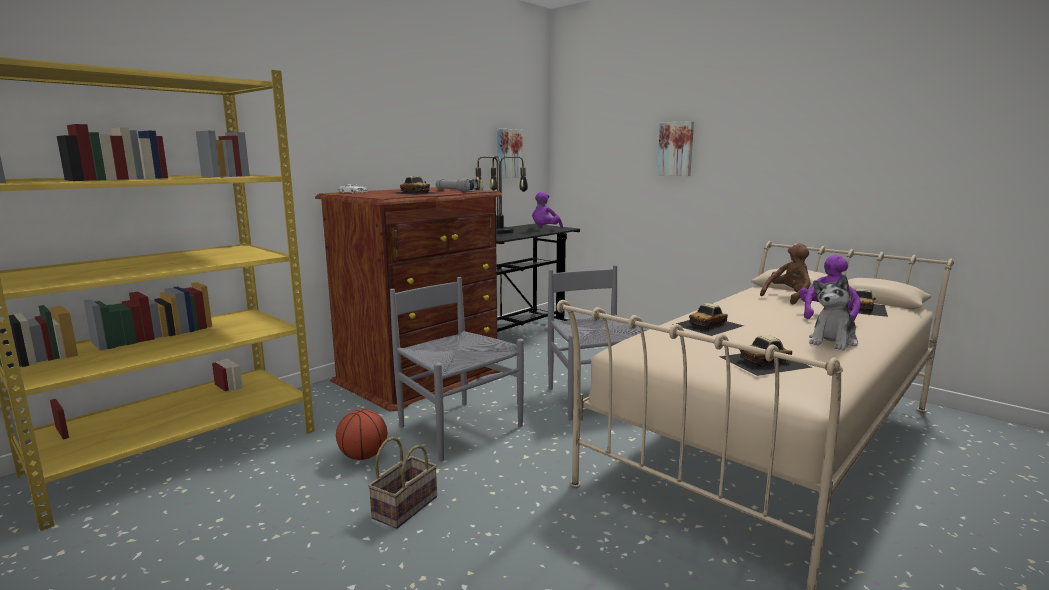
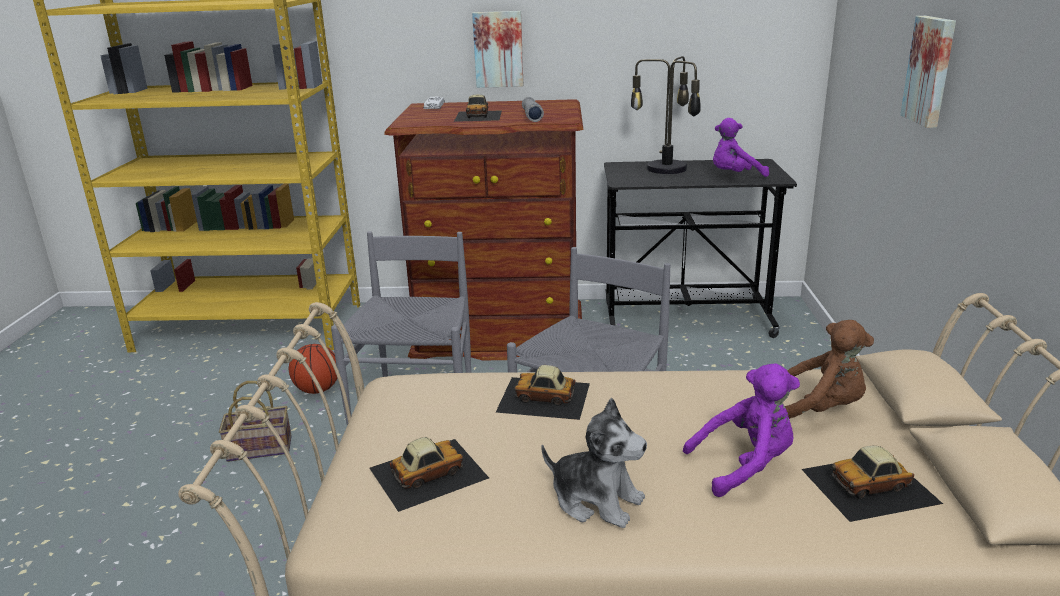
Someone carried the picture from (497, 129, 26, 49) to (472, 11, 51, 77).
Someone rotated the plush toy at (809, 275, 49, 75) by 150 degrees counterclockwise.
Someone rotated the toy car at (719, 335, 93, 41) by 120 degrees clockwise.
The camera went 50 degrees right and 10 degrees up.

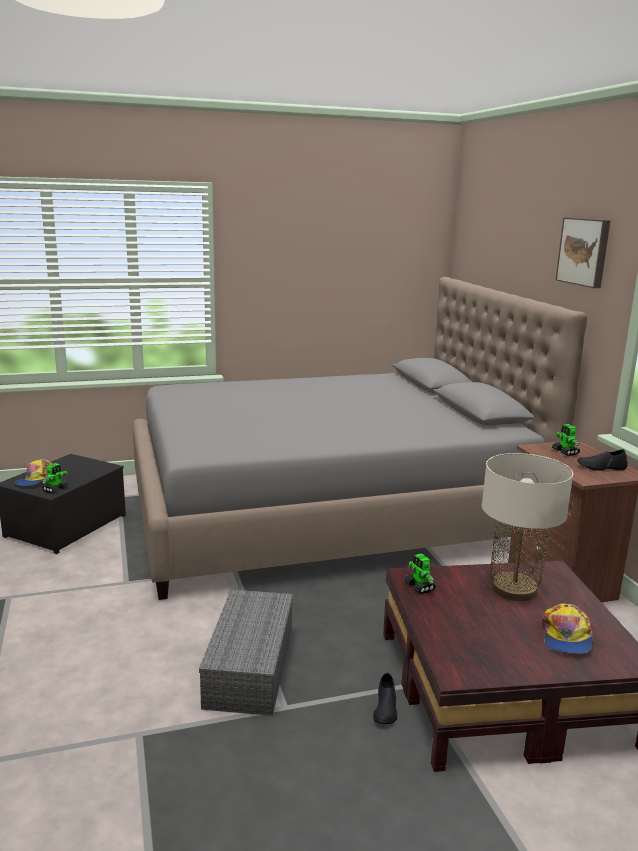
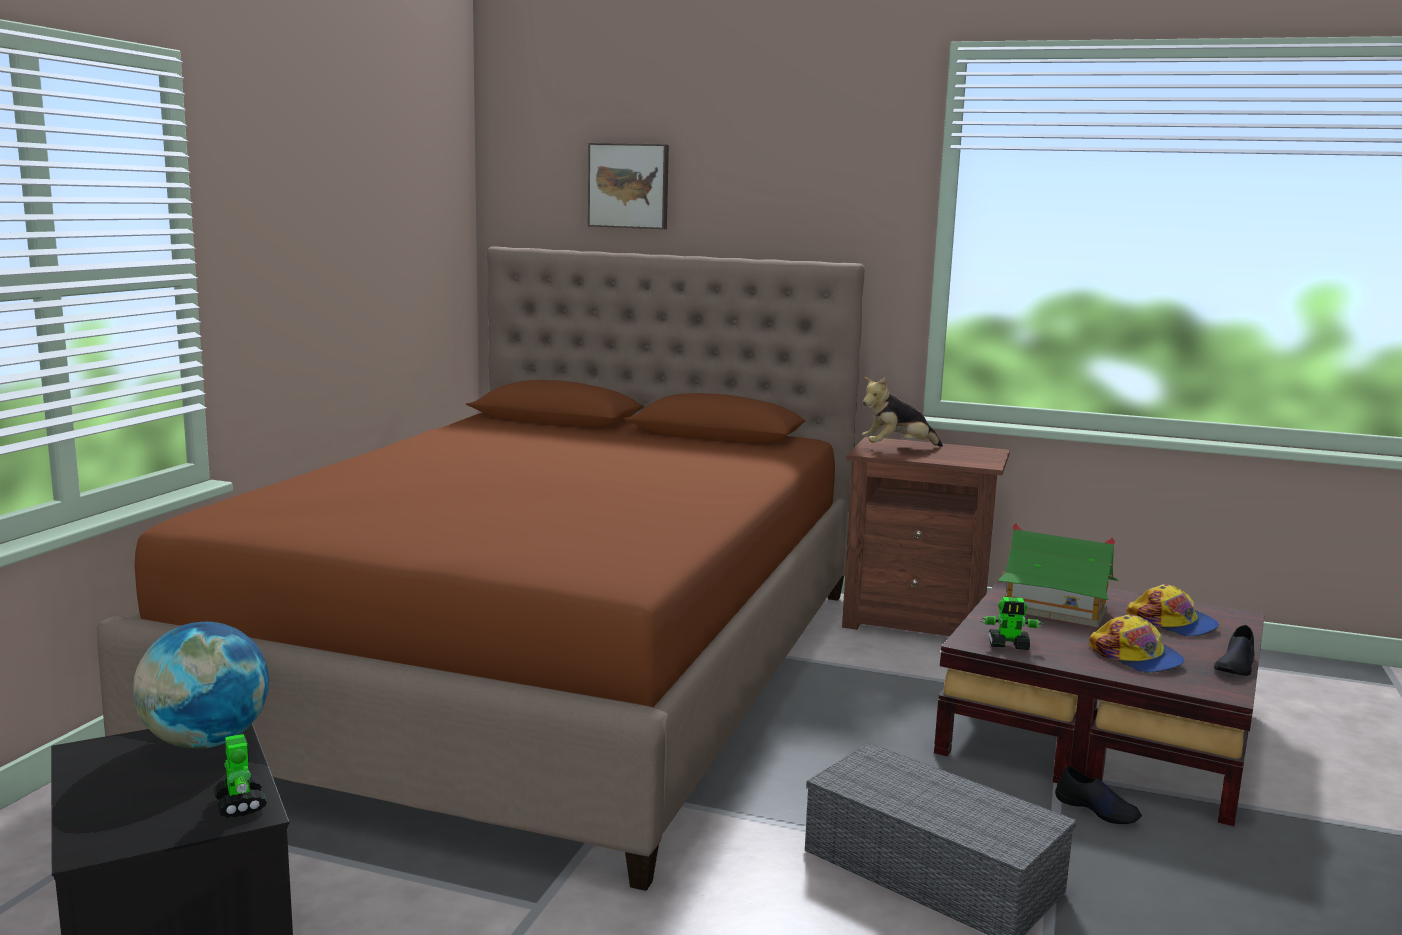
Someone carried the picture from (556, 217, 54, 71) to (588, 143, 81, 86).
Someone repainted the grey bed at (133, 277, 454, 323), which became the brown bed at (96, 246, 769, 645).
Someone swapped the toy robot at (552, 424, 28, 32) for the plush toy at (862, 377, 81, 70).
Someone carried the black shoe from (577, 449, 51, 22) to (1214, 625, 41, 51).
Someone swapped the table lamp at (482, 453, 91, 148) for the toy house at (998, 523, 120, 104).
Someone carried the cap from (14, 459, 38, 27) to (1089, 614, 96, 59).
Someone put down the globe at (133, 622, 136, 127).
The camera went 55 degrees left and 5 degrees down.

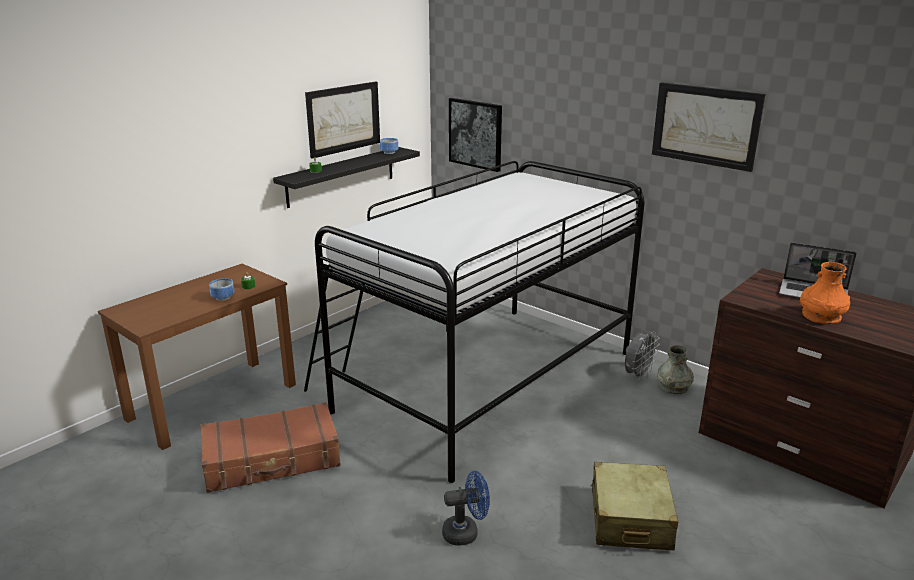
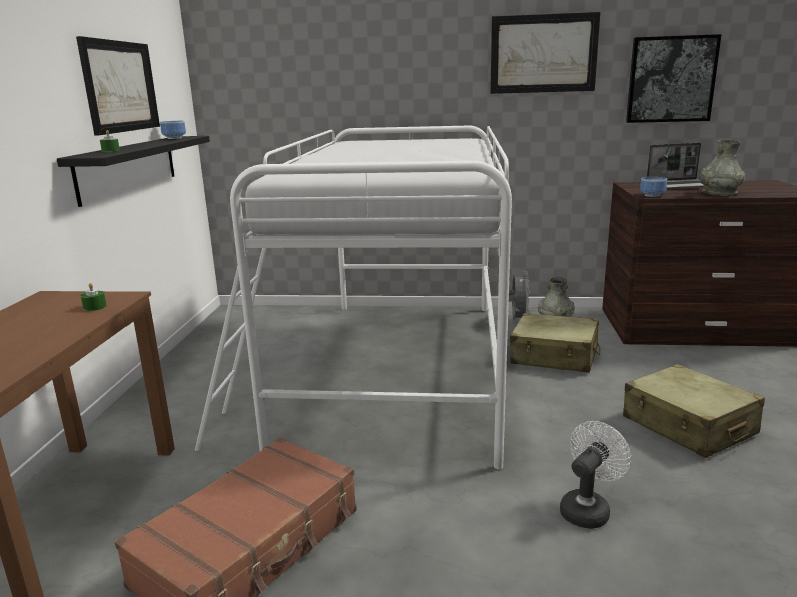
Someone carried the picture from (449, 98, 53, 74) to (626, 34, 96, 89).
Someone repainted the black bed at (304, 161, 340, 322), which became the white bed at (195, 126, 317, 343).
Someone repainted the orange vase at (800, 262, 50, 62), which became the grey vase at (699, 140, 46, 56).
Someone carried the bowl from (209, 278, 26, 23) to (640, 177, 27, 20).
Someone repainted the blue fan at (442, 471, 48, 75), which became the white fan at (560, 421, 71, 108).
Someone put down the beige suitcase at (510, 313, 90, 60).
The camera went 35 degrees left and 5 degrees down.

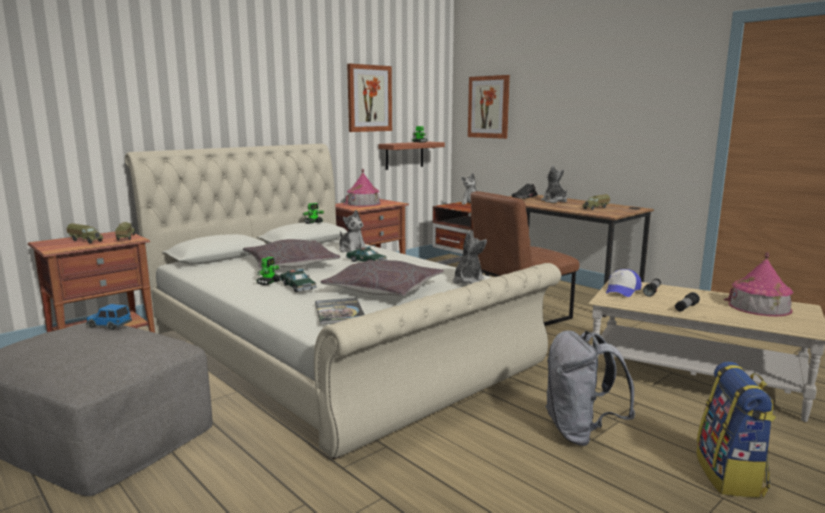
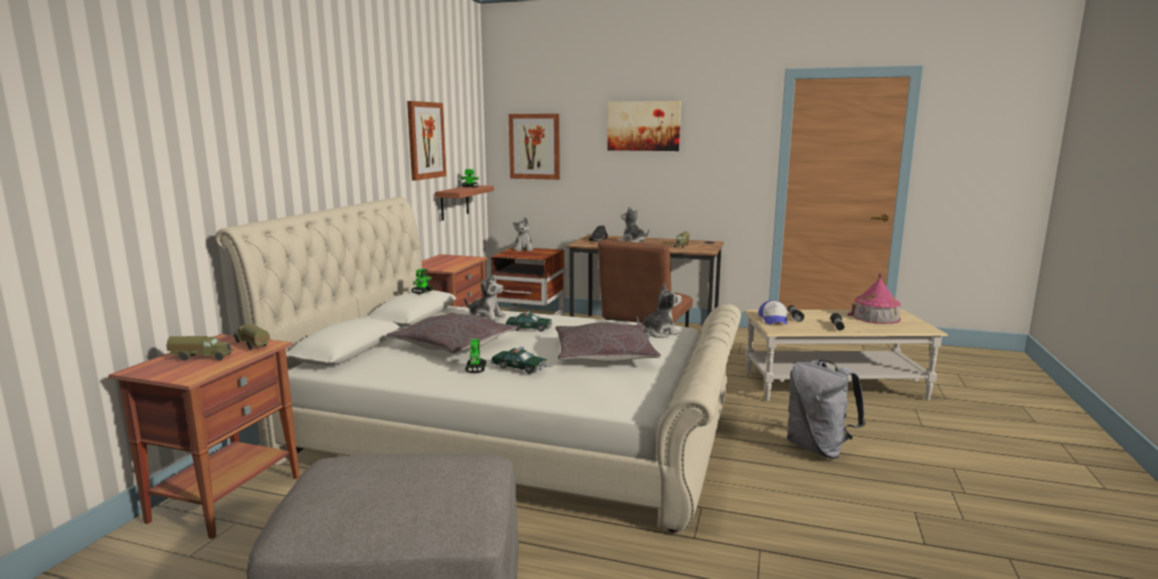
Someone took away the toy house at (343, 169, 38, 37).
Someone rotated the plush toy at (452, 231, 35, 53) by 75 degrees clockwise.
Someone took away the book at (315, 298, 50, 26).
Someone took away the toy car at (86, 304, 46, 26).
Someone took away the backpack at (696, 362, 80, 136).
Someone put up the picture at (607, 101, 74, 50).
The camera went 30 degrees left and 0 degrees up.

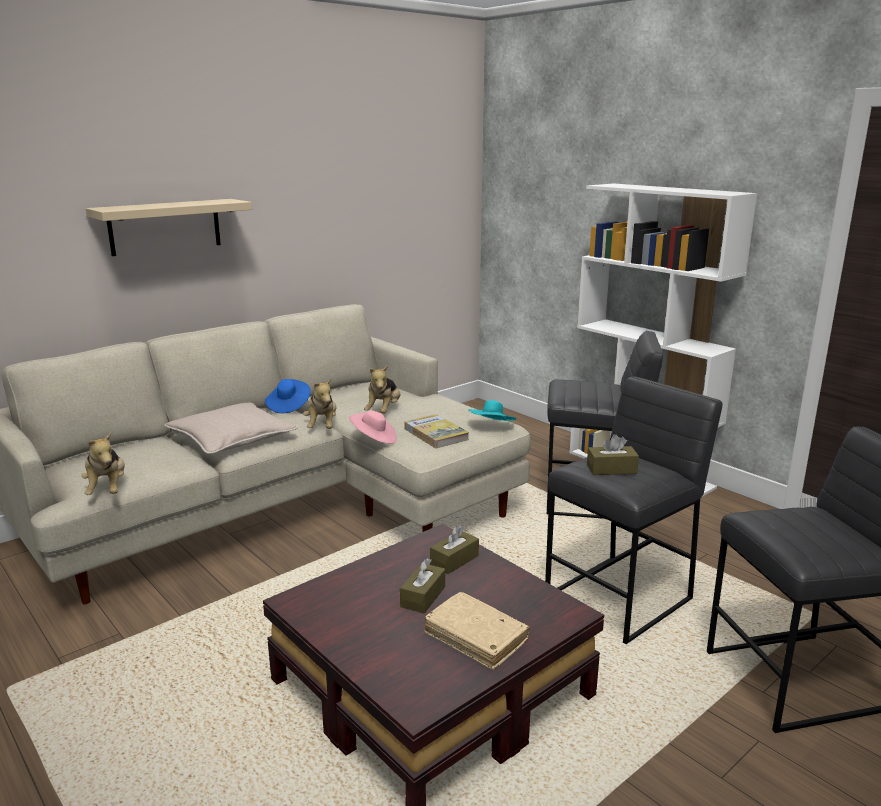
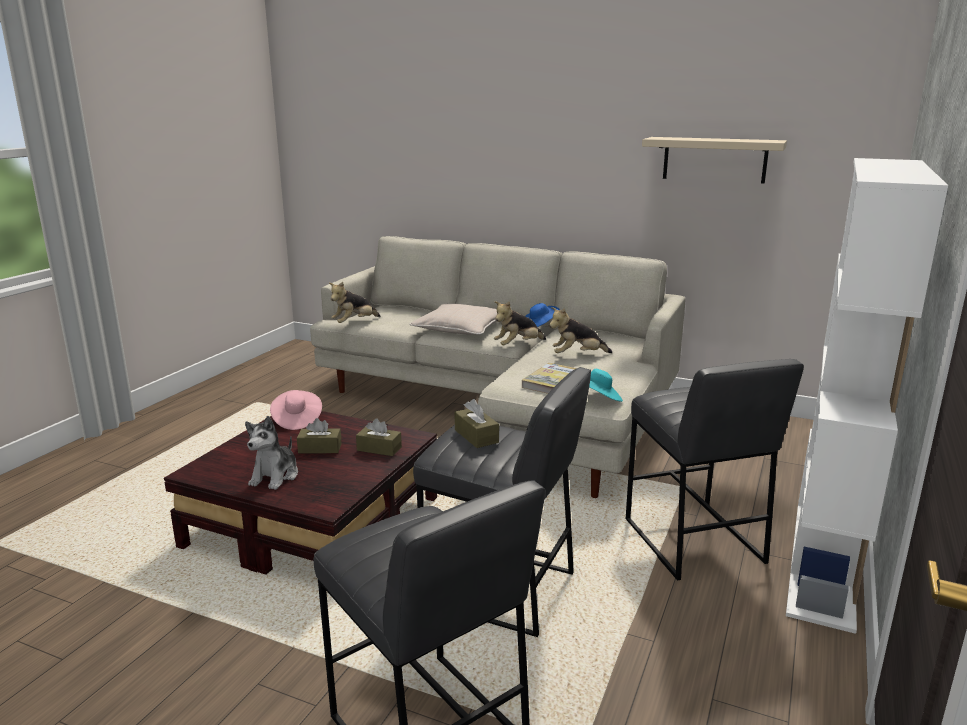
Someone carried the beige shelf from (86, 199, 166, 57) to (642, 137, 145, 47).
Someone carried the pink hat from (349, 410, 48, 34) to (270, 390, 52, 40).
Someone swapped the beige book at (424, 592, 106, 78) for the plush toy at (245, 416, 53, 74).
The camera went 65 degrees right and 0 degrees up.

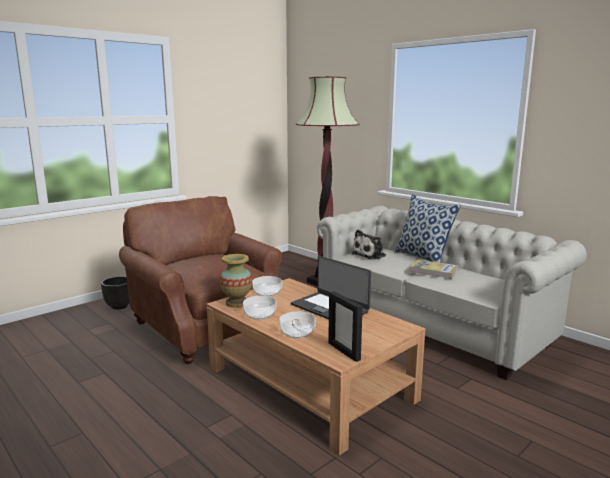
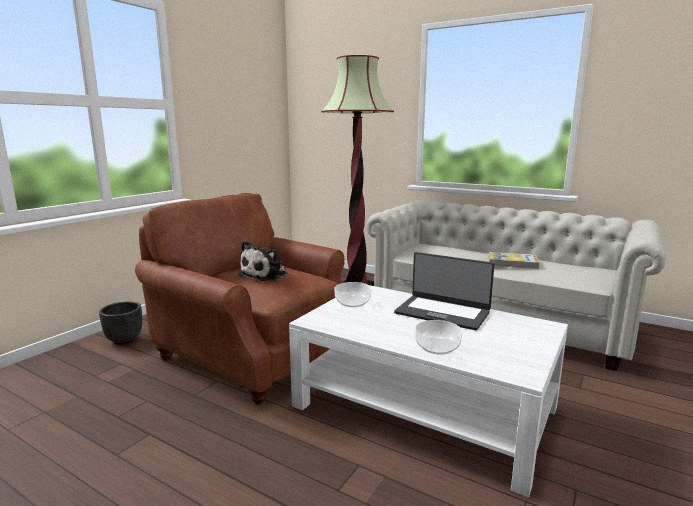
Someone took away the pillow at (394, 194, 67, 69).
Someone carried the plush toy from (351, 230, 35, 29) to (238, 240, 50, 41).
Someone took away the vase at (220, 254, 32, 54).
Someone repainted the brown coffee table at (206, 278, 220, 178), which became the white coffee table at (289, 285, 279, 212).
Someone took away the picture frame at (328, 291, 35, 71).
Someone took away the bowl at (243, 296, 34, 24).
The camera went 15 degrees left and 0 degrees up.

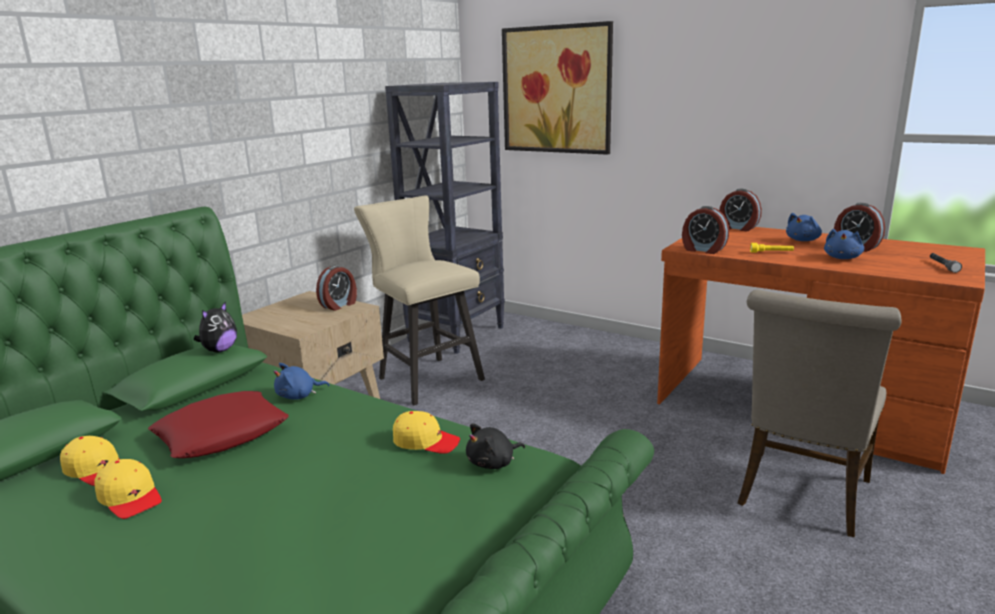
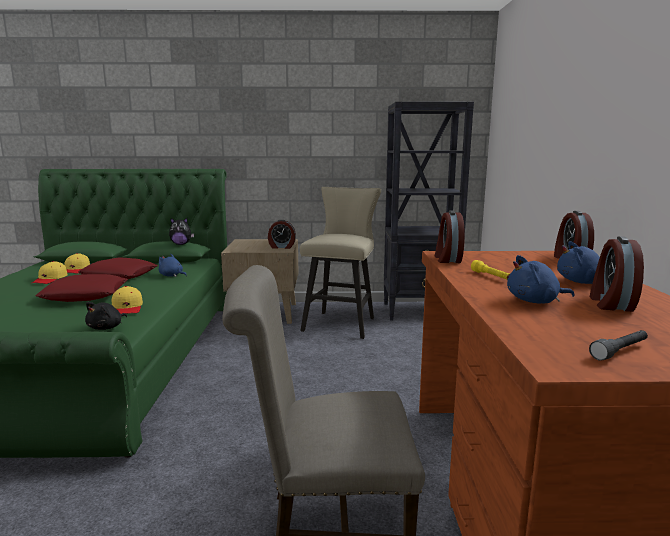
Someone took away the picture at (502, 21, 111, 134).
Someone rotated the black plush toy at (466, 424, 59, 45) by 90 degrees counterclockwise.
Someone put down the red pillow at (36, 274, 92, 28).
The camera went 55 degrees right and 5 degrees down.

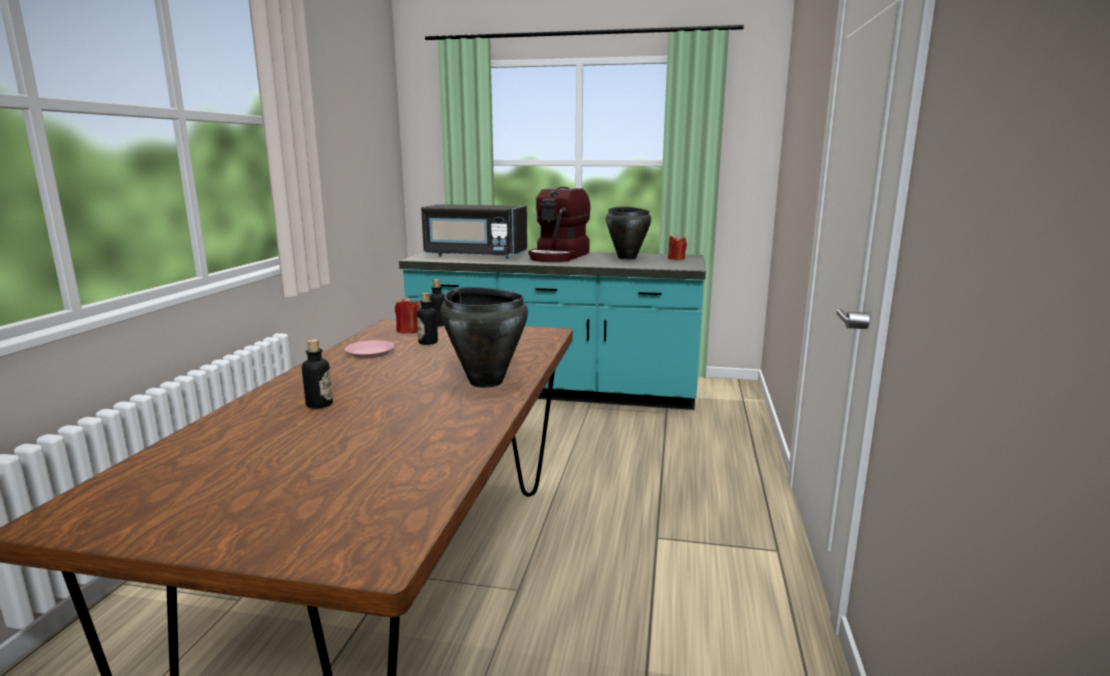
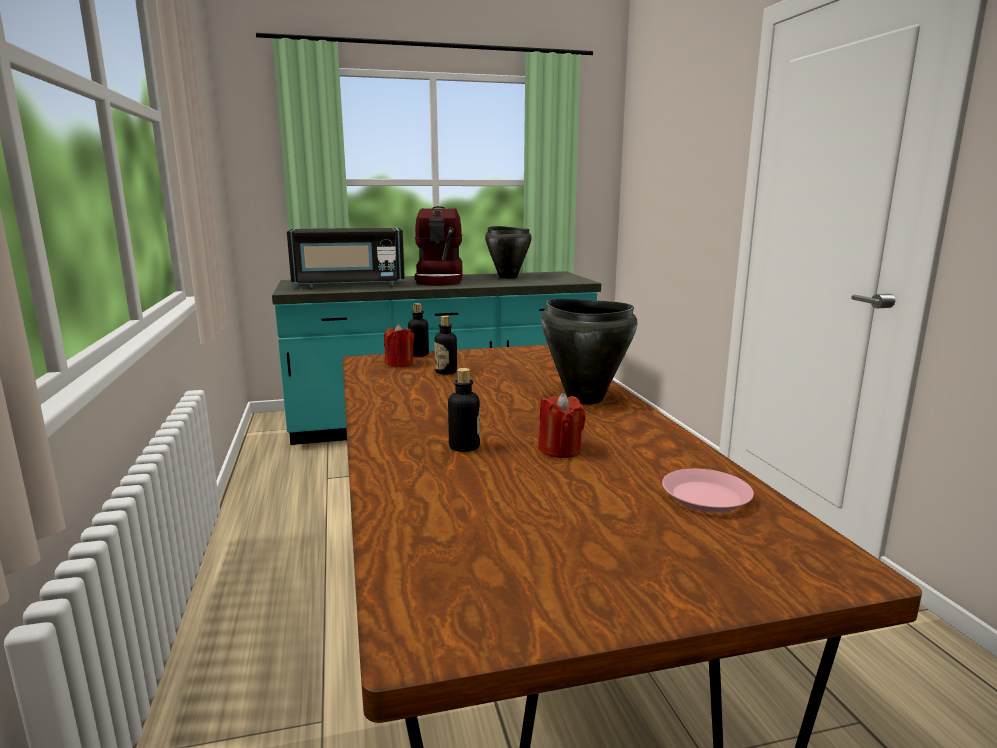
Someone carried the red candle from (668, 234, 19, 26) to (538, 393, 48, 65).
Someone carried the pink plate from (345, 340, 49, 18) to (662, 469, 92, 44).
The camera went 25 degrees left and 0 degrees up.

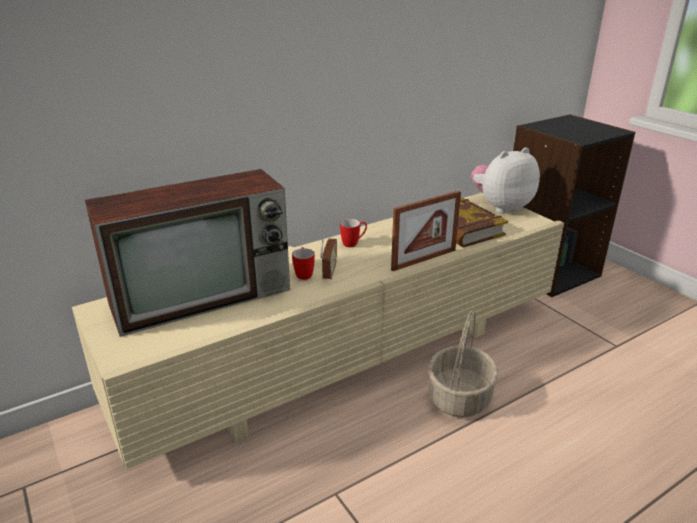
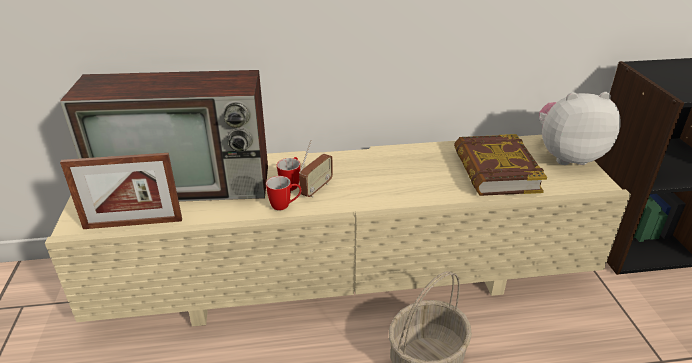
Someone carried the picture frame from (391, 191, 70, 80) to (60, 153, 122, 76).
Someone carried the mug from (340, 219, 27, 28) to (266, 176, 35, 35).
The camera went 25 degrees right and 5 degrees up.

